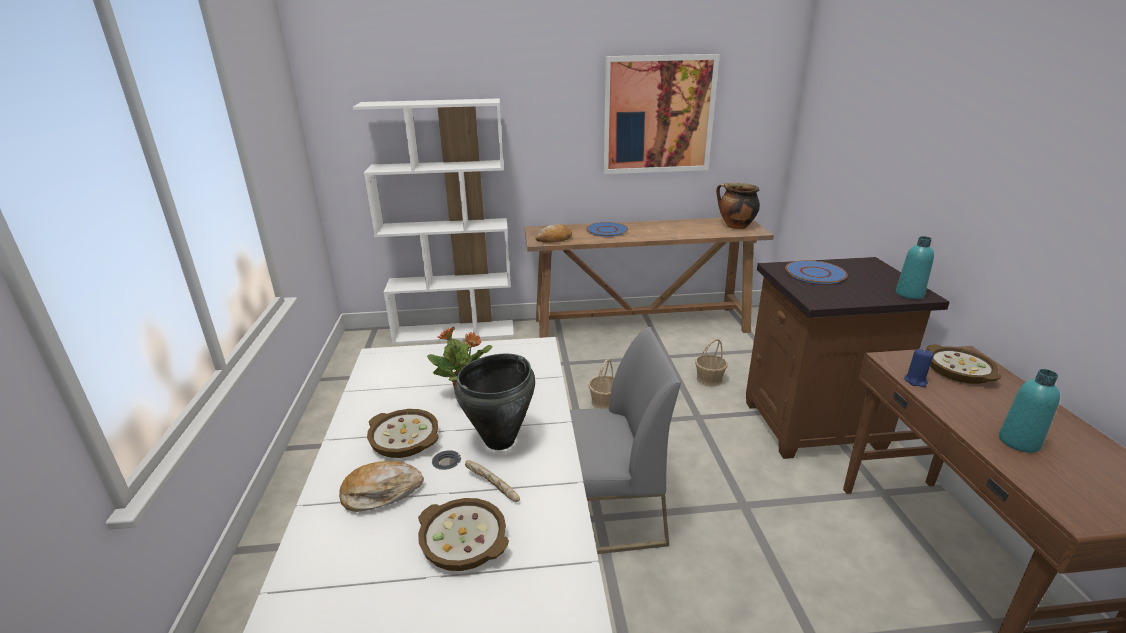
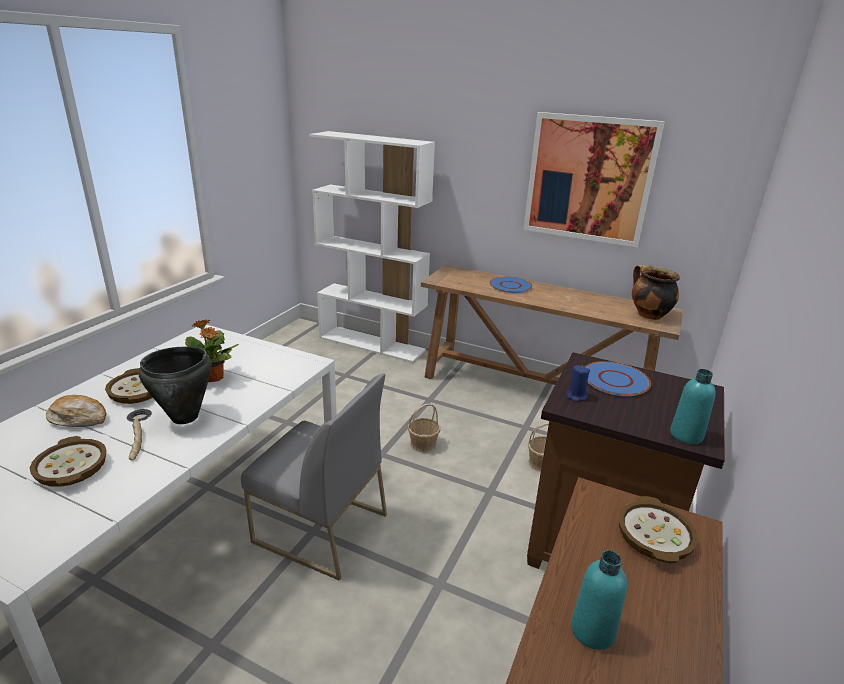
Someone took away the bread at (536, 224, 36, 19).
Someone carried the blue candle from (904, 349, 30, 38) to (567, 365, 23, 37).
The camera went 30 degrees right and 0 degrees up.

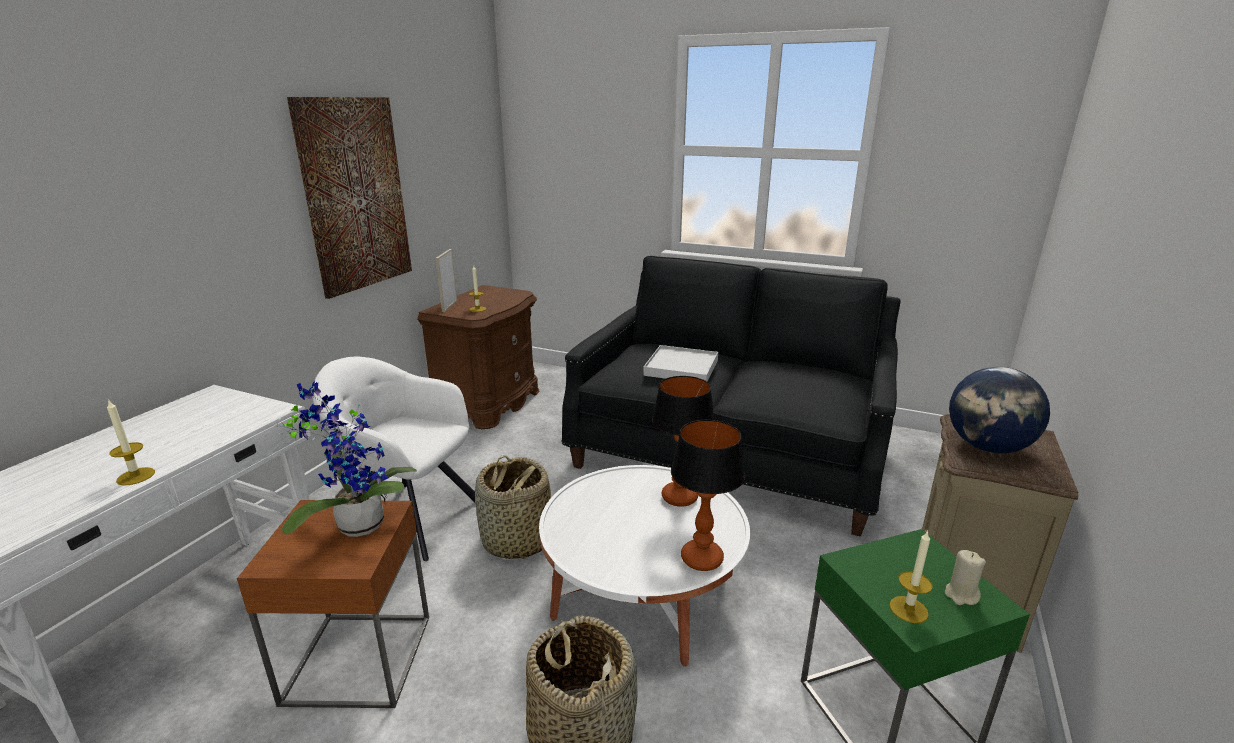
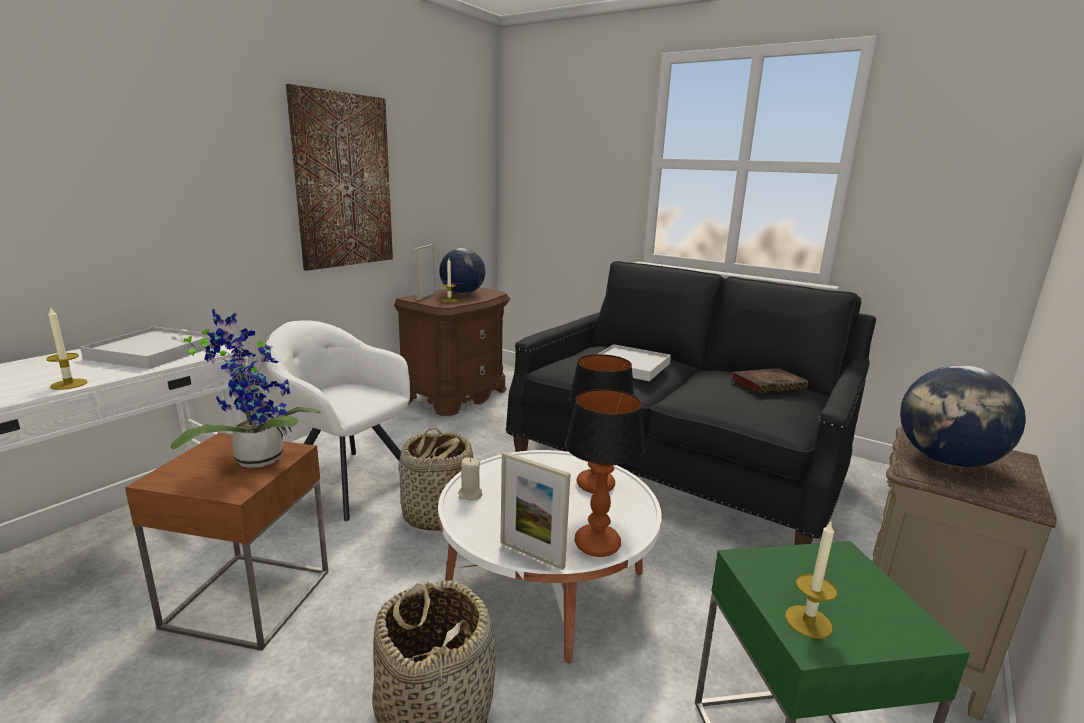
Someone carried the beige candle from (945, 550, 41, 55) to (458, 458, 24, 42).
Someone put down the globe at (439, 248, 46, 46).
Someone put down the white tray at (80, 327, 132, 42).
Someone put down the book at (731, 368, 77, 26).
Someone put down the picture frame at (501, 452, 70, 118).
The camera went 10 degrees right and 5 degrees down.

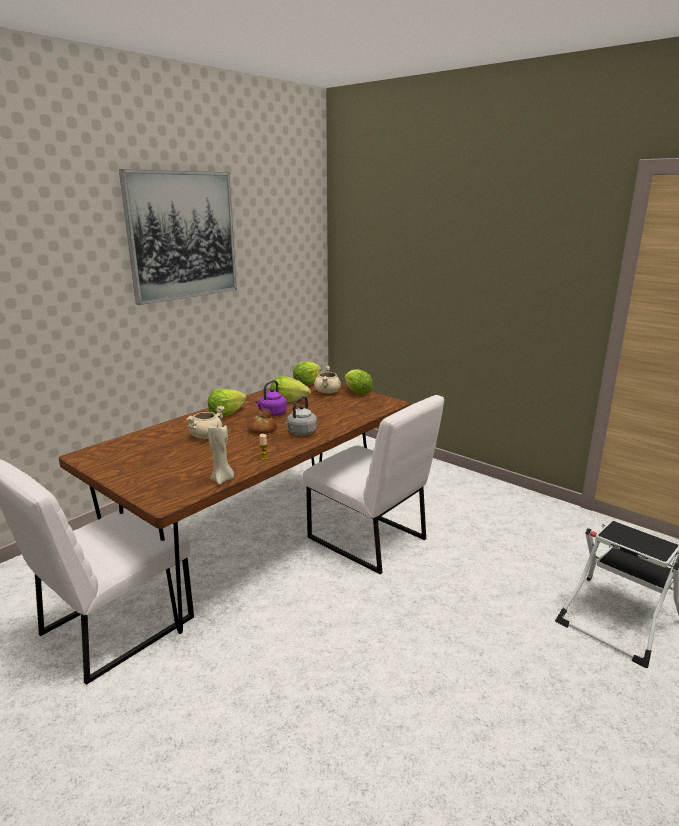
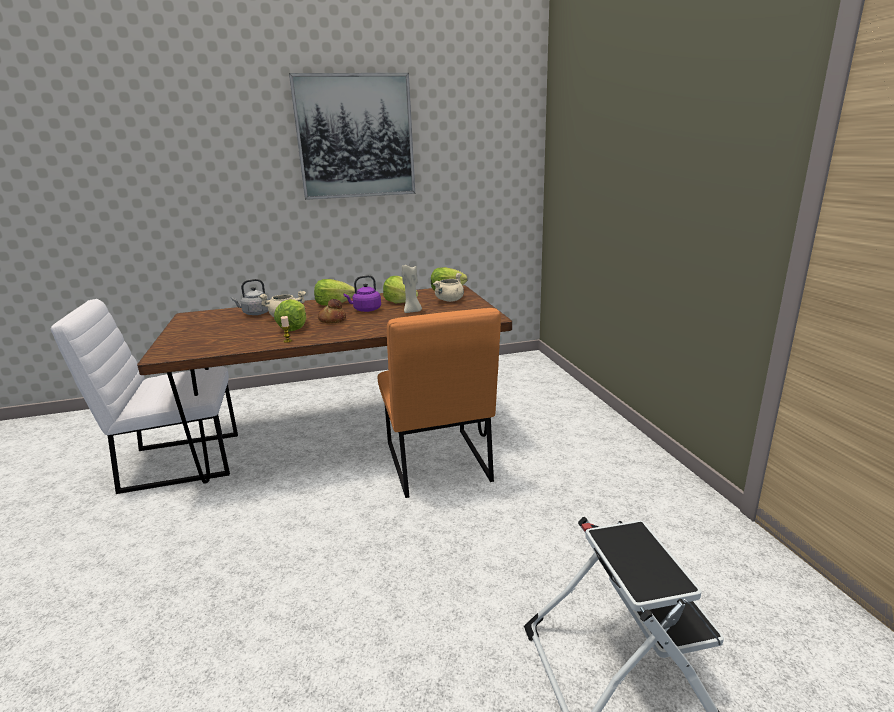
Someone carried the lettuce from (345, 369, 28, 26) to (274, 299, 32, 32).
Someone repainted the white chair at (303, 395, 141, 180), which became the orange chair at (378, 308, 123, 190).
Someone carried the grey kettle from (285, 396, 32, 40) to (231, 279, 39, 36).
Someone carried the beige candle from (208, 425, 26, 60) to (402, 265, 20, 48).
The camera went 35 degrees right and 0 degrees up.

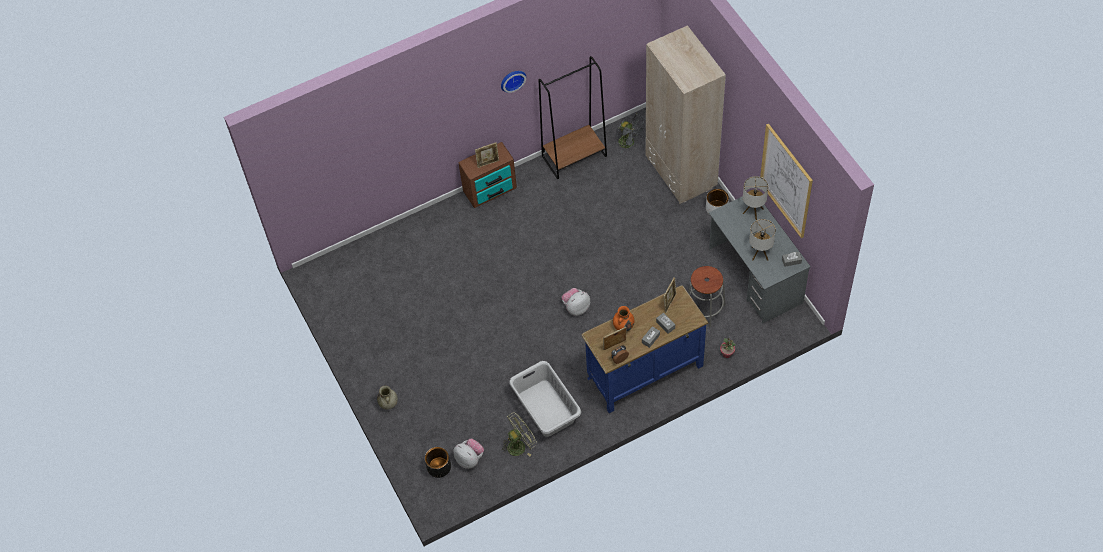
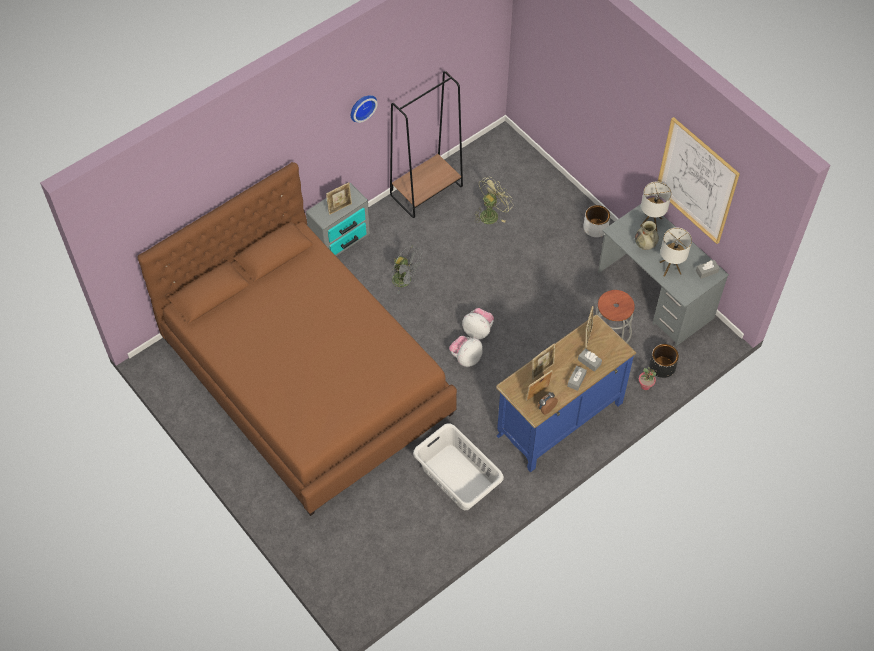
Someone took away the beige wardrobe at (646, 26, 80, 178).
Someone carried the grey fan from (616, 113, 30, 41) to (392, 245, 32, 49).
Someone repainted the brown nightstand at (459, 142, 58, 66), which became the grey nightstand at (306, 183, 64, 73).
Someone swapped the orange vase at (613, 306, 21, 26) for the picture frame at (532, 343, 23, 36).
Someone carried the beige vase from (377, 386, 21, 24) to (635, 221, 24, 29).
Someone carried the green fan from (501, 412, 36, 44) to (474, 176, 40, 48).
Someone carried the plush toy from (453, 439, 31, 30) to (462, 308, 32, 31).
Someone carried the black planter from (425, 447, 26, 31) to (649, 344, 30, 34).
Someone put down the brown bed at (137, 162, 320, 354).
The camera went 15 degrees left and 0 degrees up.

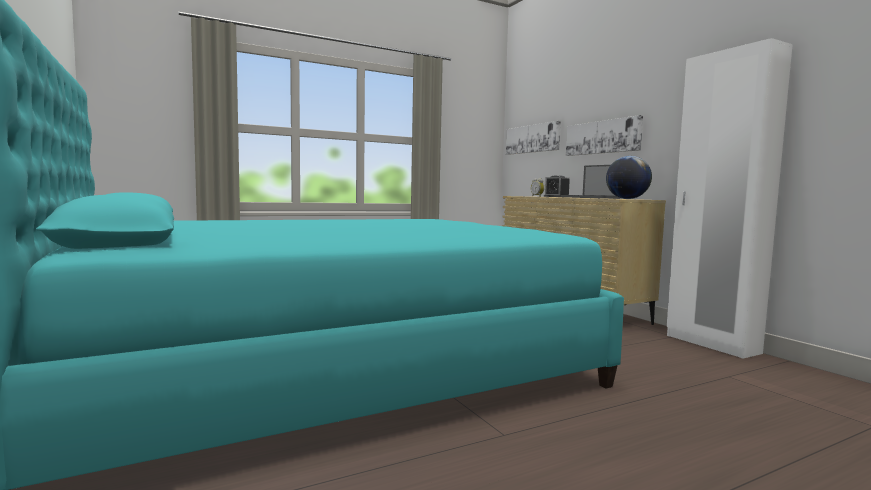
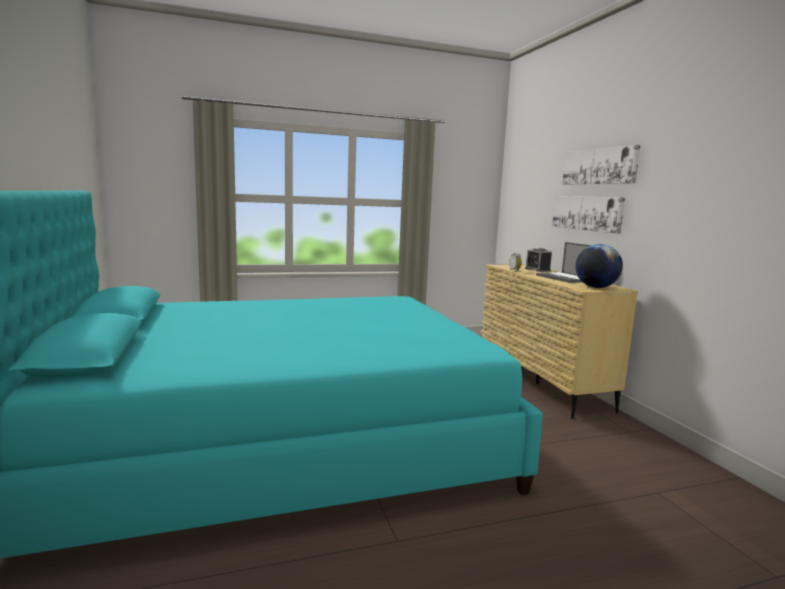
Someone took away the white wardrobe at (667, 38, 126, 321).
Someone carried the picture from (506, 121, 55, 34) to (562, 145, 79, 40).
The camera went 10 degrees right and 5 degrees up.

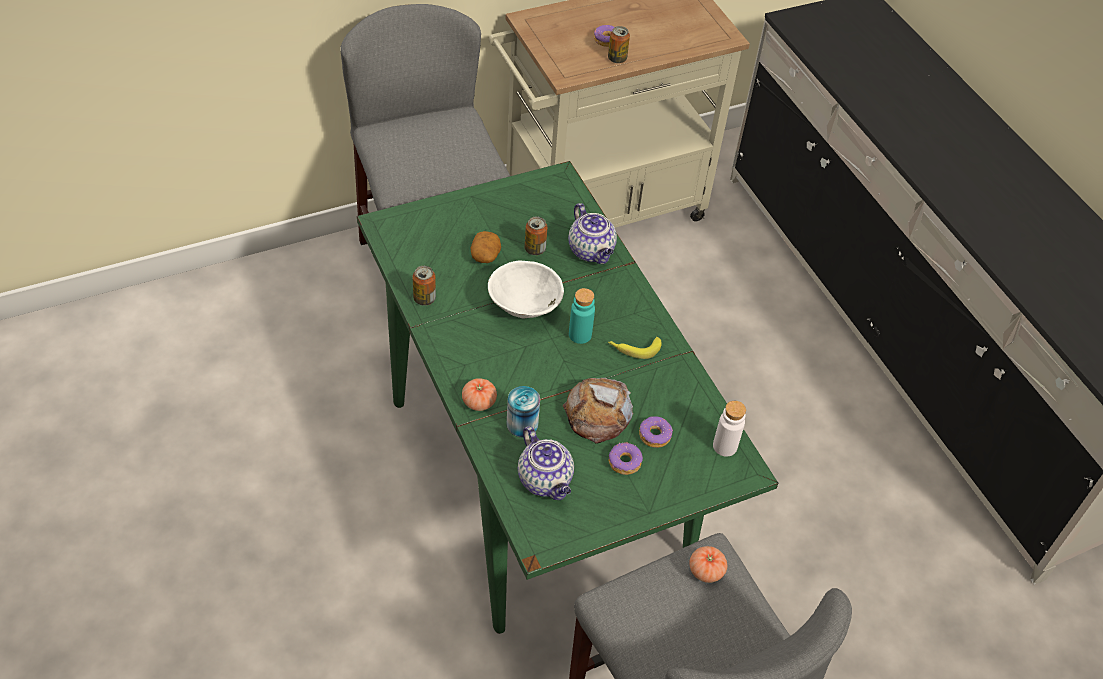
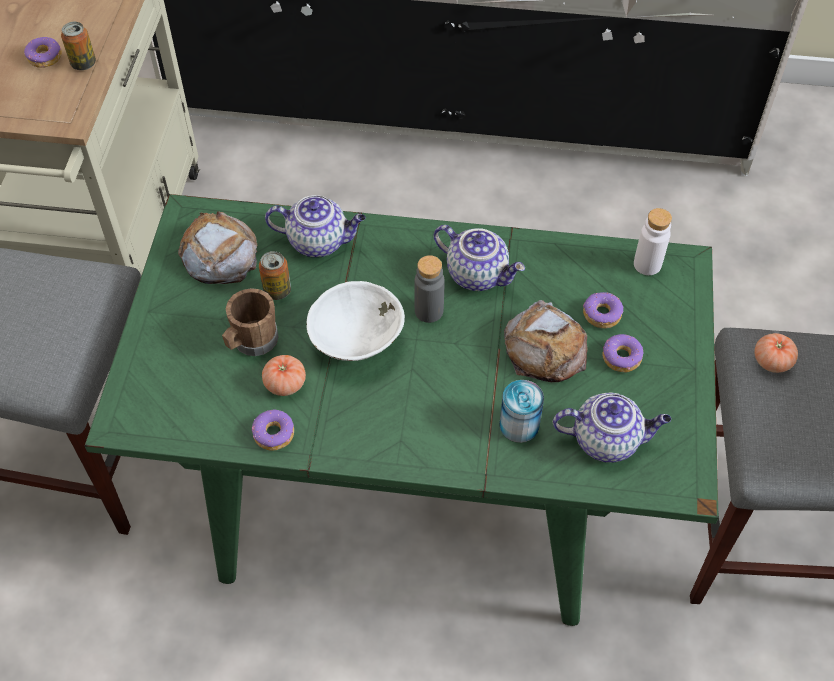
Someone swapped the potato at (471, 231, 30, 32) for the brown mug at (222, 288, 57, 68).
Someone swapped the can at (413, 266, 23, 39) for the donut at (252, 409, 42, 41).
Someone repainted the turquoise bottle at (569, 288, 26, 56), which became the grey bottle at (414, 255, 31, 68).
Someone swapped the banana at (608, 337, 54, 22) for the teapot at (434, 225, 91, 66).
Someone carried the tomato from (462, 378, 35, 33) to (262, 355, 44, 41).
Someone put down the bread at (178, 211, 79, 73).
The camera went 55 degrees left and 5 degrees up.

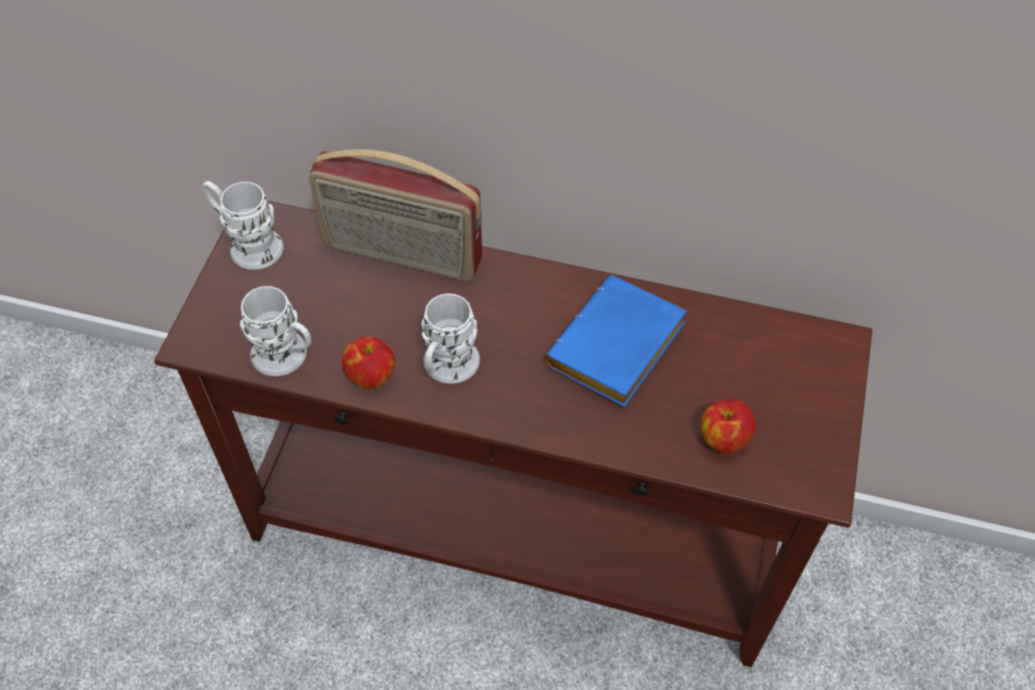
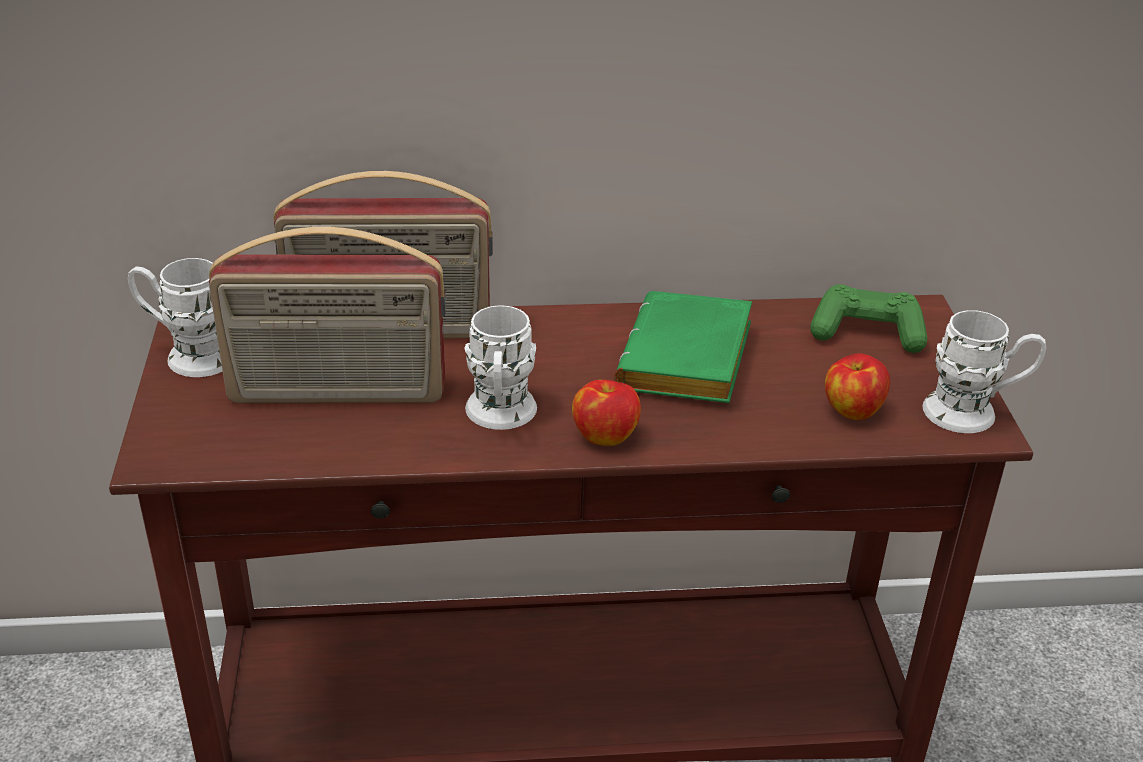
Someone repainted the blue book at (544, 275, 143, 132), which became the green book at (614, 291, 138, 112).
Someone carried the white mug from (240, 286, 71, 90) to (923, 310, 123, 123).
Someone carried the apple from (342, 336, 53, 54) to (572, 380, 69, 66).
Someone put down the radio at (209, 227, 237, 176).
Someone put down the green game controller at (811, 284, 116, 69).
The camera went 20 degrees left and 20 degrees down.

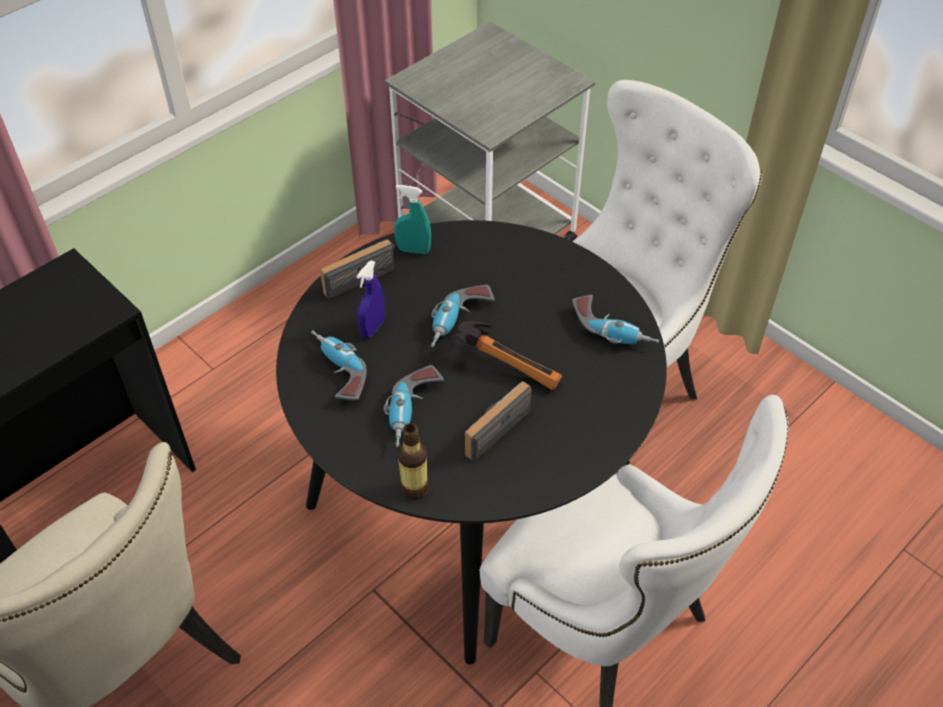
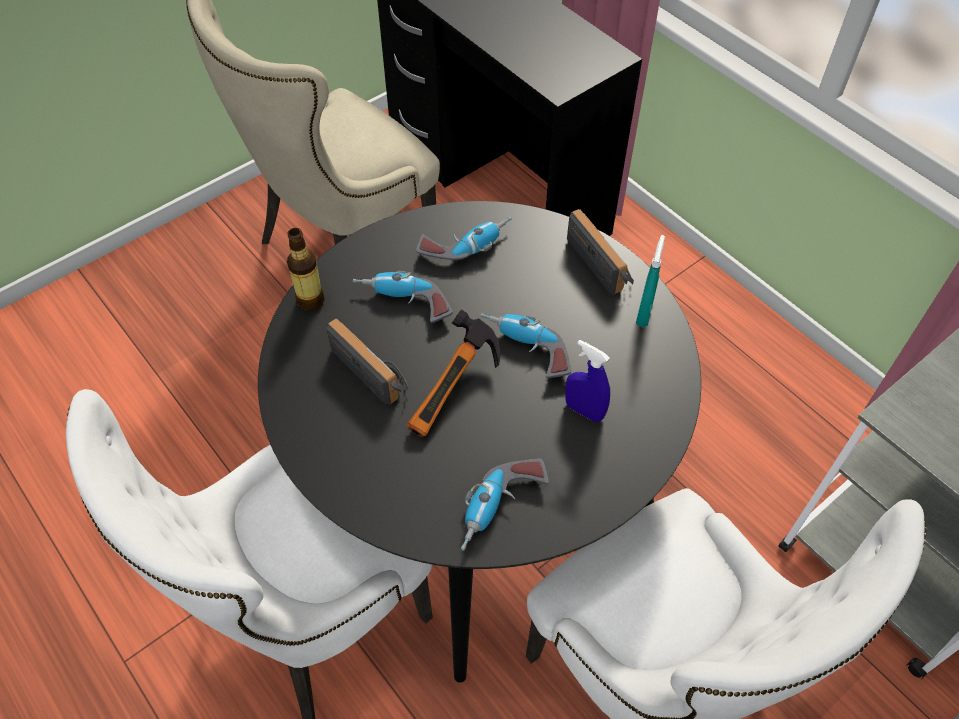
Someone carried the blue spray bottle from (356, 260, 29, 78) to (565, 340, 45, 82).
The camera went 95 degrees right and 5 degrees up.

